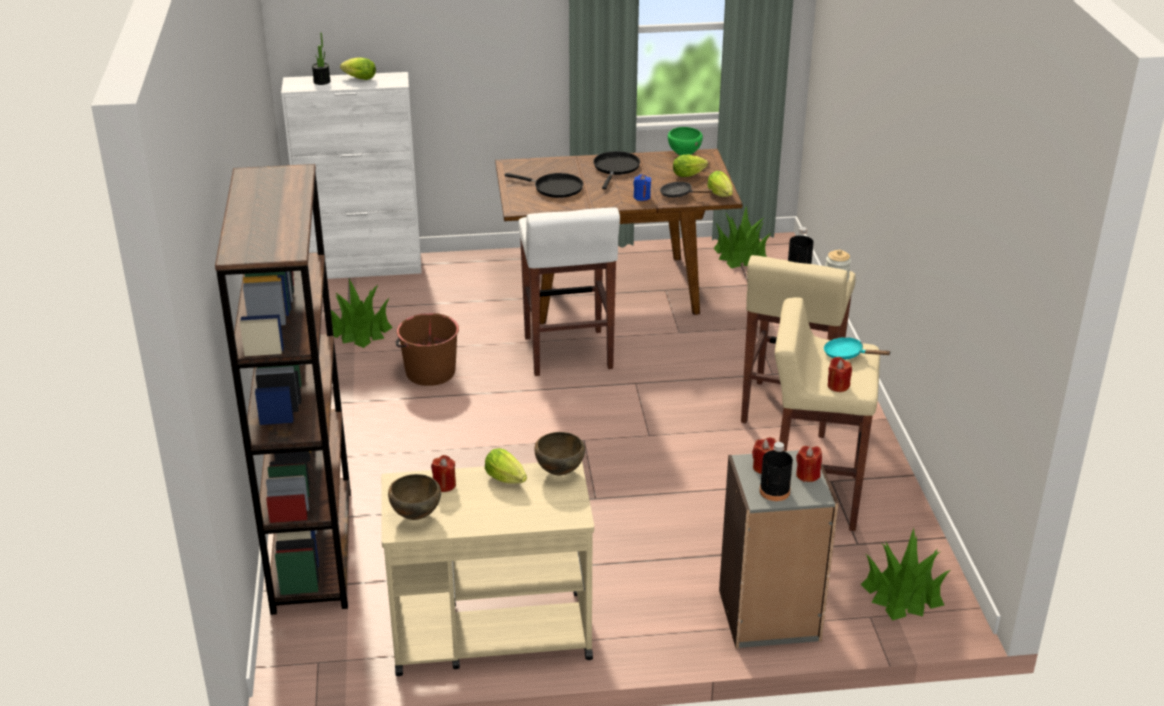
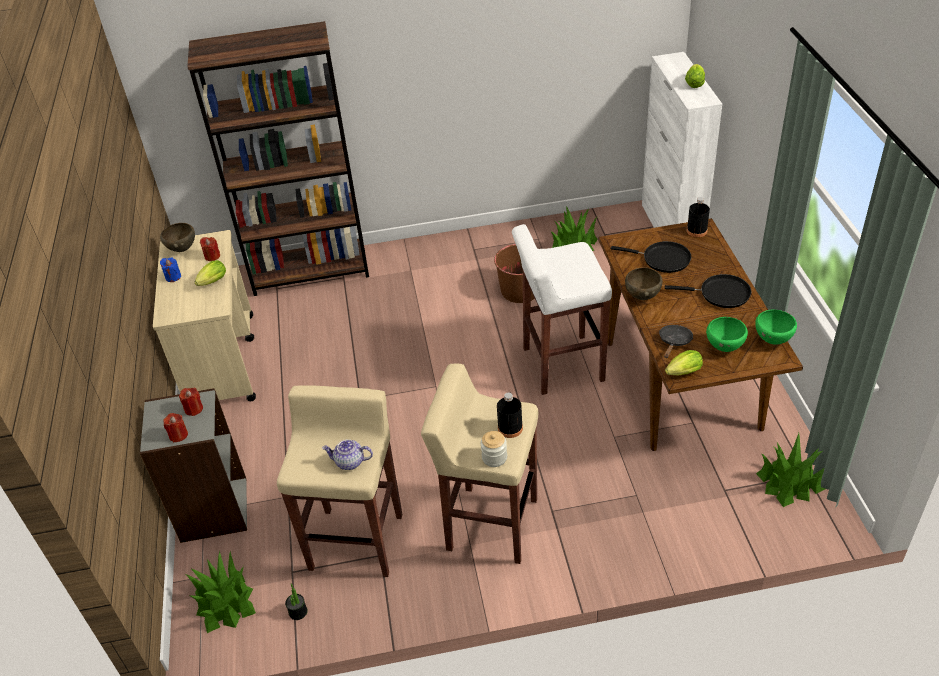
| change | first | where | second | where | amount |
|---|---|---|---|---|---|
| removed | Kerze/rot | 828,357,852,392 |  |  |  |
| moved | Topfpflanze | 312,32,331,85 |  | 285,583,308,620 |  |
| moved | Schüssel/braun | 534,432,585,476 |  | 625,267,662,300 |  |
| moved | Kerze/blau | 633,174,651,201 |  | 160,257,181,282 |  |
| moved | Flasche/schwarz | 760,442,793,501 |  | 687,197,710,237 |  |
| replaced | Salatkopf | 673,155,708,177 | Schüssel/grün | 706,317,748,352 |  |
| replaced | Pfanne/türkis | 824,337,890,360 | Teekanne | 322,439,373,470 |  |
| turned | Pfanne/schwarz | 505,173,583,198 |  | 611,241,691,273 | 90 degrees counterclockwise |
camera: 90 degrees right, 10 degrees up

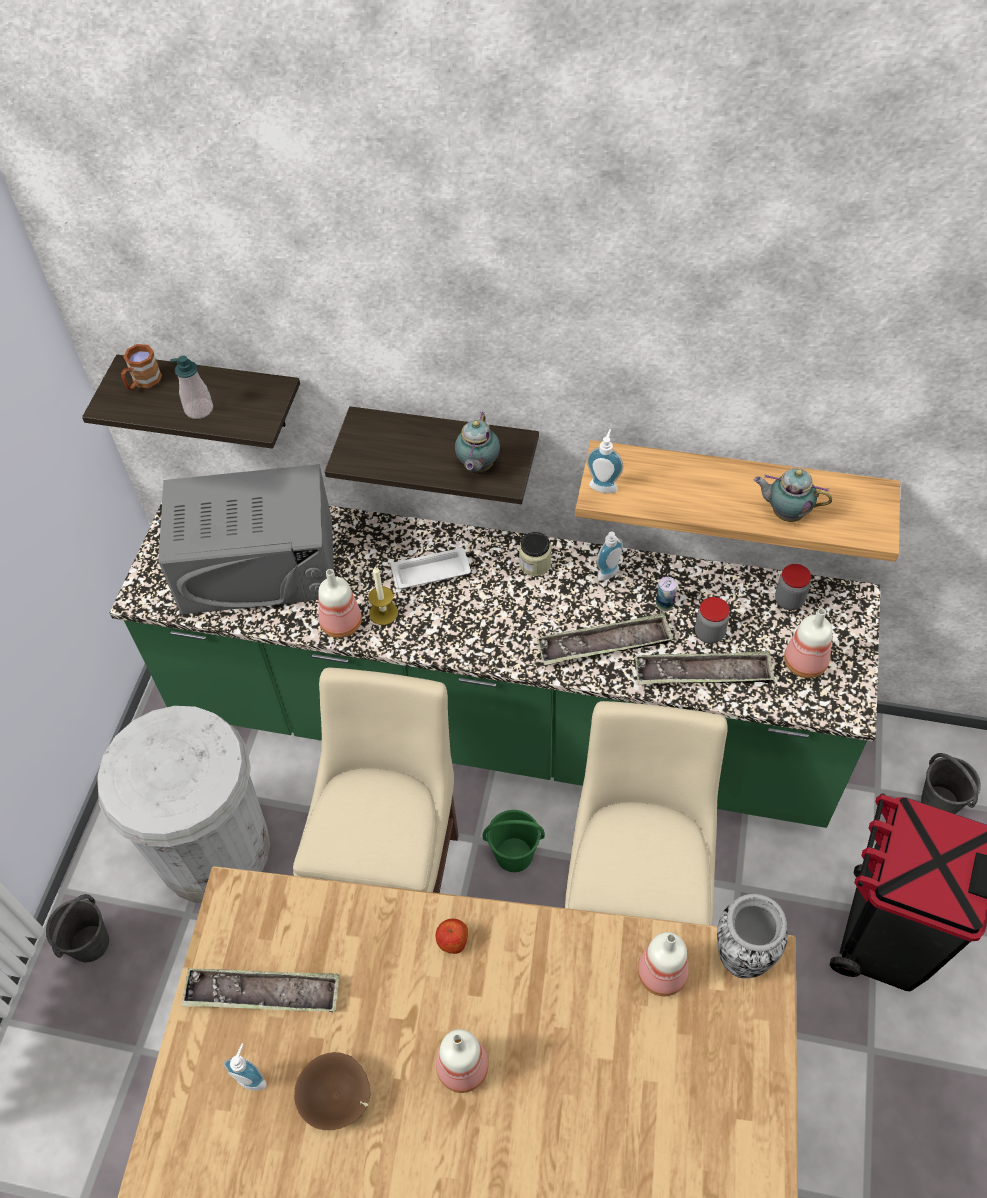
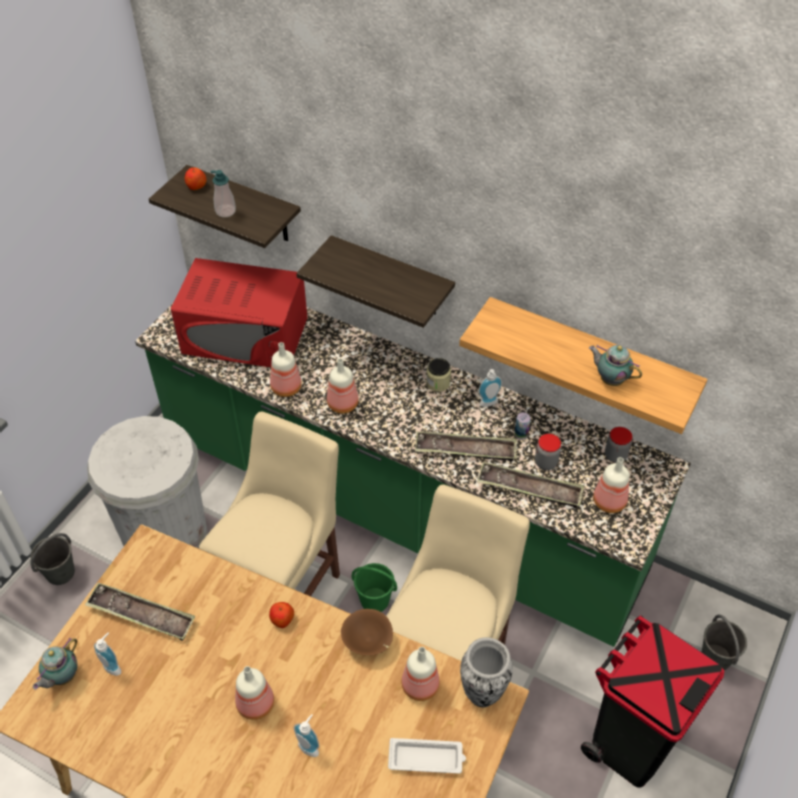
| change | first | where | second | where | amount |
|---|---|---|---|---|---|
| removed | Kerze | 368,566,398,625 |  |  |  |
| added |  |  | Flasche | 327,358,359,414 |  |
| moved | Schüssel/braun | 294,1052,371,1130 |  | 341,609,393,655 |  |
| moved | Tablett/weiß | 390,548,472,589 |  | 388,738,466,774 |  |
| moved | Teekanne | 455,411,500,473 |  | 33,638,78,690 |  |
| moved | Seifenspender | 586,429,624,493 |  | 294,714,320,757 |  |
| replaced | Henkelbecher/braun | 121,344,162,390 | Apfel | 185,167,207,190 |  |
| recoloured | Mikrowelle/grau | 158,464,334,614 | Mikrowelle/rot | 171,258,307,367 |  |
camera: 15 degrees right, 5 degrees down

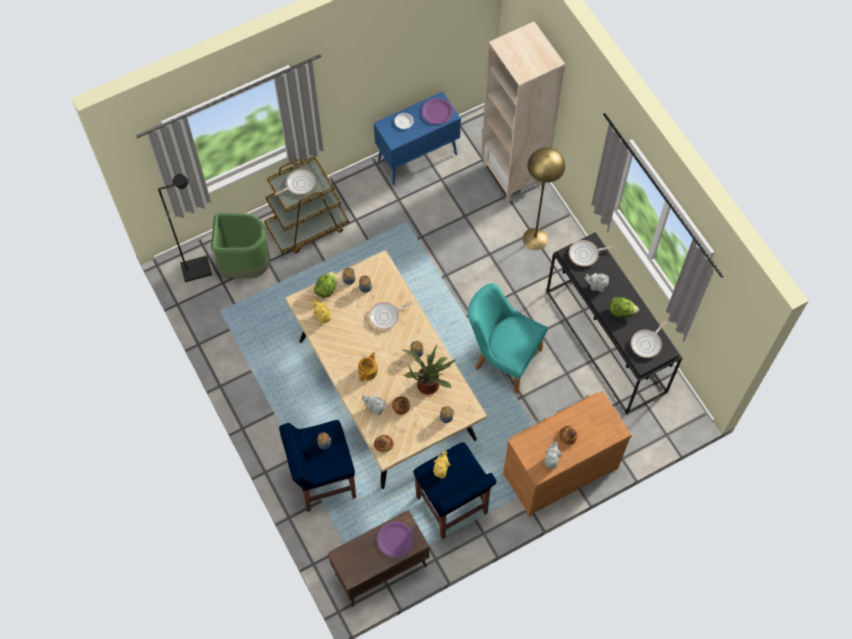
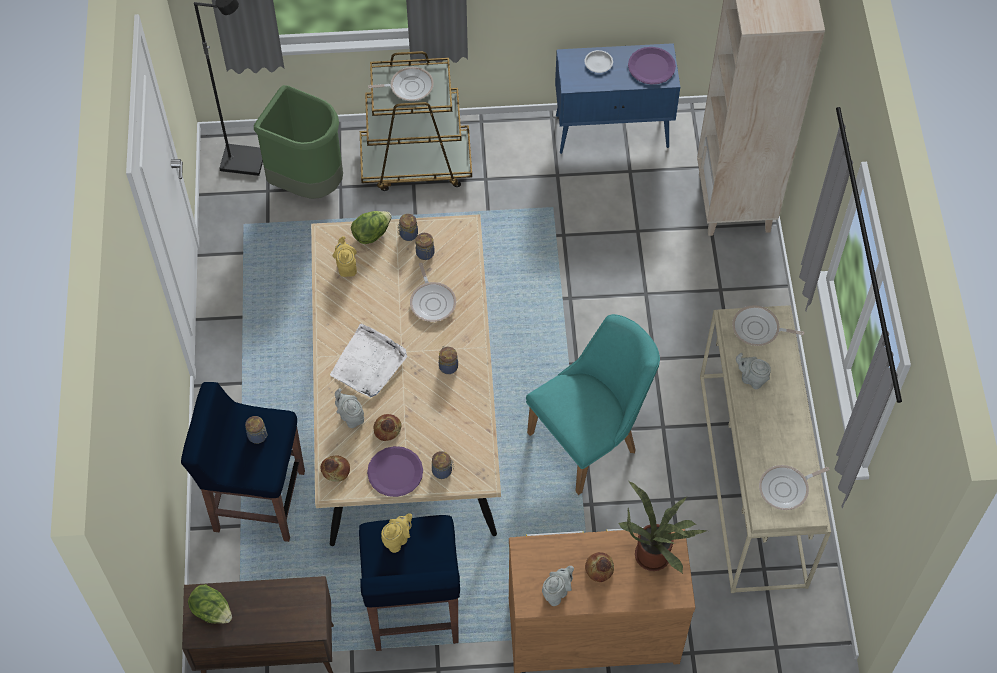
| change | first | where | second | where | amount |
|---|---|---|---|---|---|
| removed | Stehlampe/gelb | 523,147,565,250 |  |  |  |
| moved | Teller/lila | 377,521,414,557 |  | 367,446,423,497 |  |
| moved | Topfpflanze | 401,345,457,395 |  | 619,480,707,574 |  |
| moved | Salatkopf | 609,297,639,317 |  | 188,584,232,623 |  |
| replaced | Teekanne | 358,352,378,381 | Tablett/weiß | 330,324,407,397 |  |
| recoloured | Konsolentisch/schwarz | 546,232,682,415 | Konsolentisch/beige | 700,305,831,593 |  |
| turned | Pfanne | 369,302,412,329 |  | 410,263,456,322 | 105 degrees counterclockwise |
| turned | Stuhl/türkis | 468,283,548,394 |  | 526,314,660,495 | 90 degrees clockwise |
camera: 25 degrees right, 5 degrees down

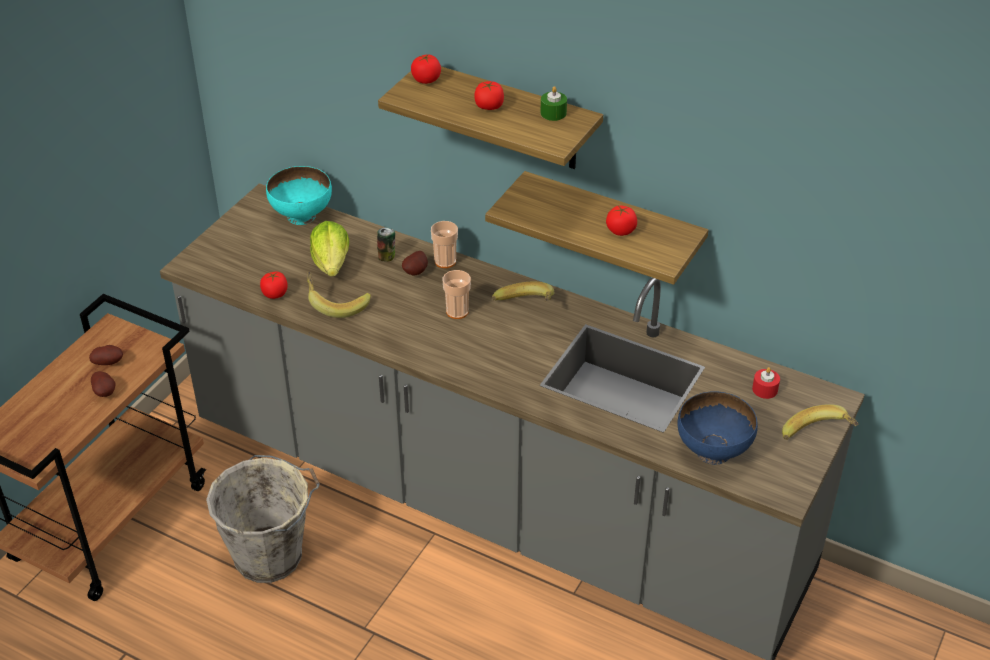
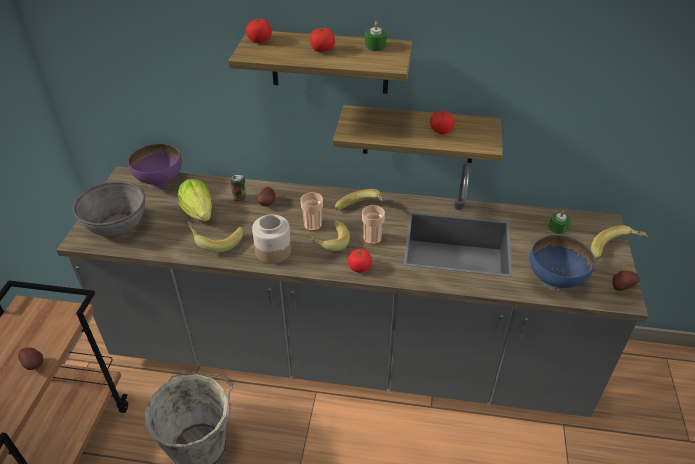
| change | first | where | second | where | amount |
|---|---|---|---|---|---|
| added |  |  | Schüssel/grau | 73,181,145,237 |  |
| added |  |  | Vorratsglas | 252,214,291,264 |  |
| added |  |  | Banane | 306,220,350,251 |  |
| moved | Kartoffel | 89,345,123,365 |  | 612,271,640,291 |  |
| moved | Tomate | 260,272,287,299 |  | 348,249,372,273 |  |
| moved | Tasse | 431,221,458,268 |  | 362,205,385,245 |  |
| recoloured | Schüssel/türkis | 266,166,332,225 | Schüssel/lila | 128,143,182,190 |  |
| recoloured | Kerze/rot | 752,367,780,399 | Kerze/grün | 548,210,571,234 |  |
camera: 20 degrees left, 0 degrees up

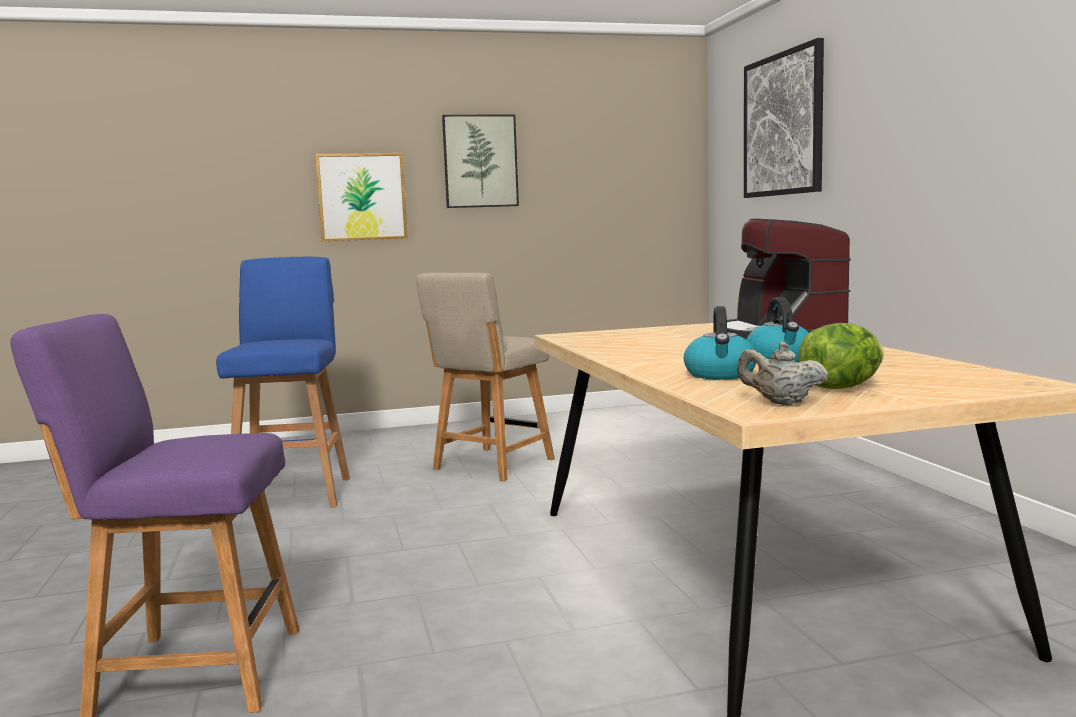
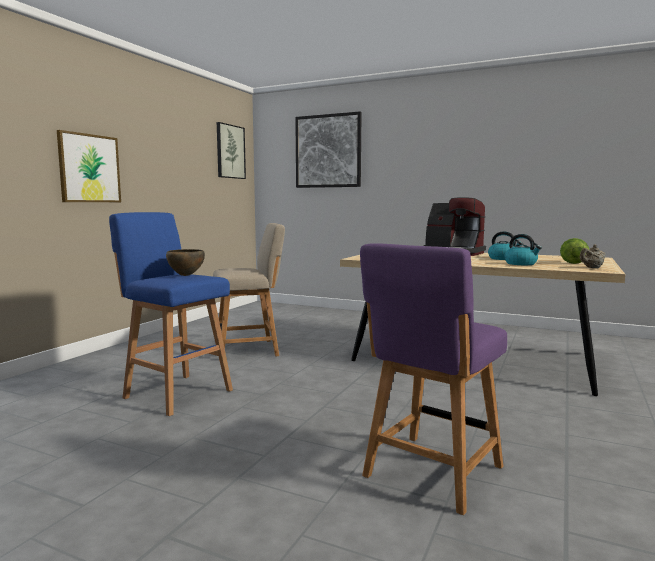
| change | first | where | second | where | amount |
|---|---|---|---|---|---|
| added |  |  | Schüssel/braun | 166,249,205,276 |  |
| moved | Bild | 442,115,519,208 |  | 217,122,246,179 |  |
| turned | Stuhl/beige | 416,273,555,481 |  | 213,223,285,356 | 90 degrees counterclockwise |
camera: 50 degrees left, 0 degrees up

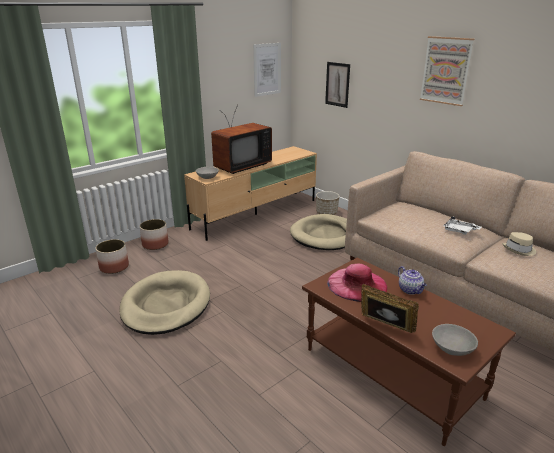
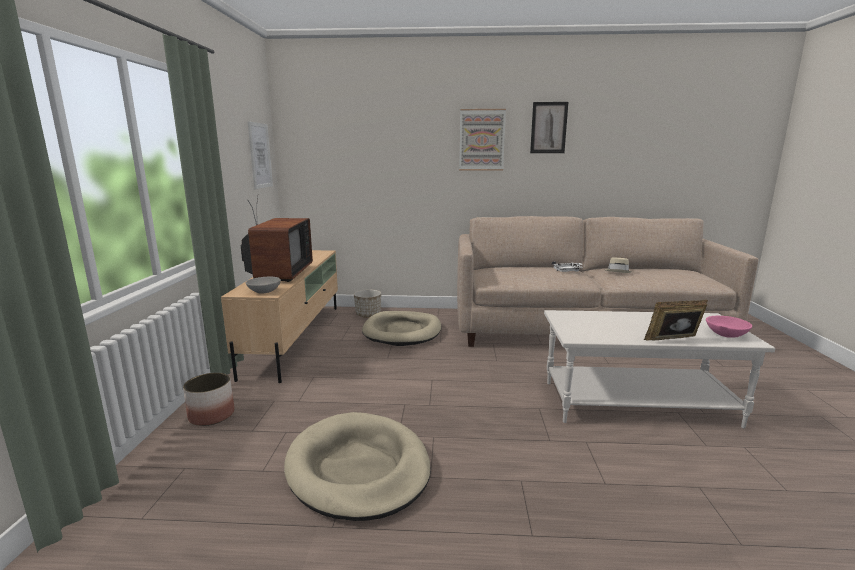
| change | first | where | second | where | amount |
|---|---|---|---|---|---|
| removed | Pflanzkübel | 96,239,129,274 |  |  |  |
| removed | Hut/rosa | 327,263,387,302 |  |  |  |
| removed | Teekanne | 398,266,427,295 |  |  |  |
| moved | Bild | 325,62,350,108 |  | 530,102,568,153 |  |
| recoloured | Couchtisch/braun | 302,258,516,446 | Couchtisch/weiß | 544,310,775,429 |  |
| recoloured | Schüssel/grau | 432,324,478,356 | Schüssel/rosa | 706,316,752,338 |  |
camera: 45 degrees left, 10 degrees down

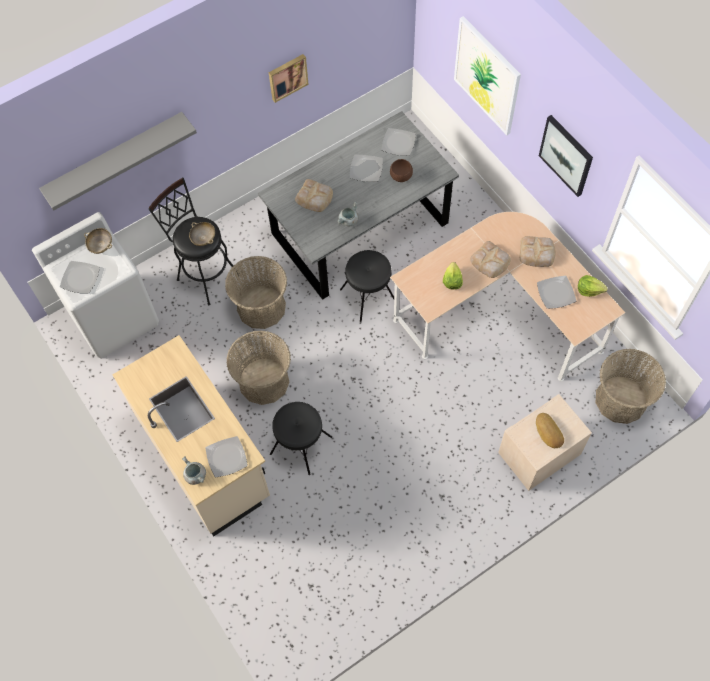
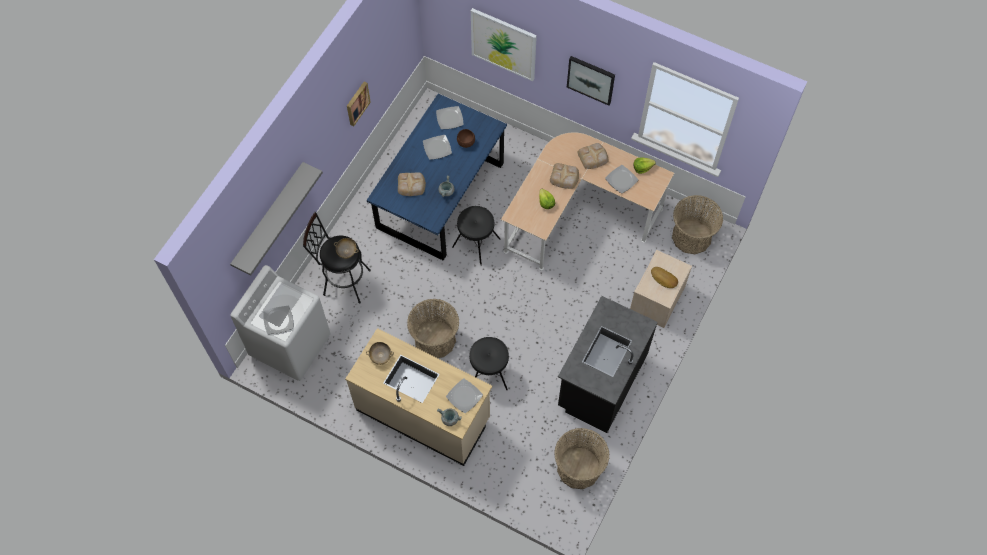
| change | first | where | second | where | amount |
|---|---|---|---|---|---|
| added |  |  | Küchenzeile/schwarz | 558,296,658,433 |  |
| moved | Schüssel/beige | 84,228,112,254 |  | 366,342,394,365 |  |
| moved | Korb | 225,256,287,329 |  | 554,428,609,489 |  |
| recoloured | Esstisch/grau | 258,111,459,300 | Esstisch/blau | 367,94,507,261 |  |
camera: 30 degrees left, 0 degrees up

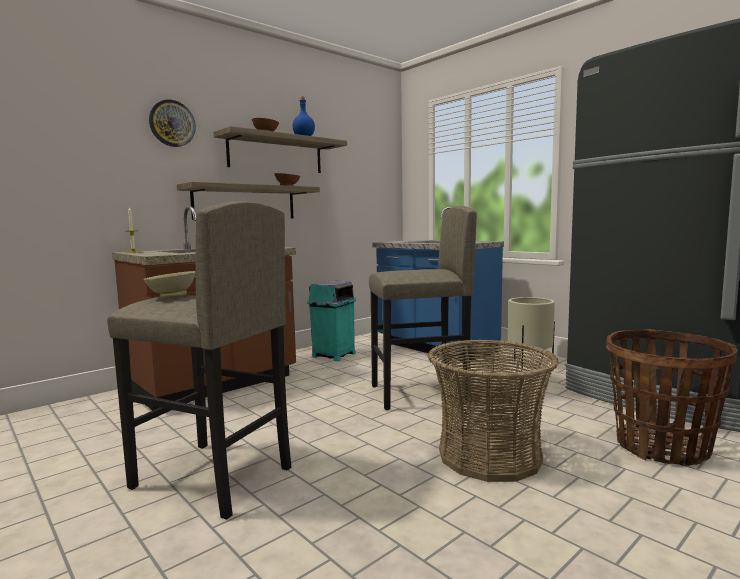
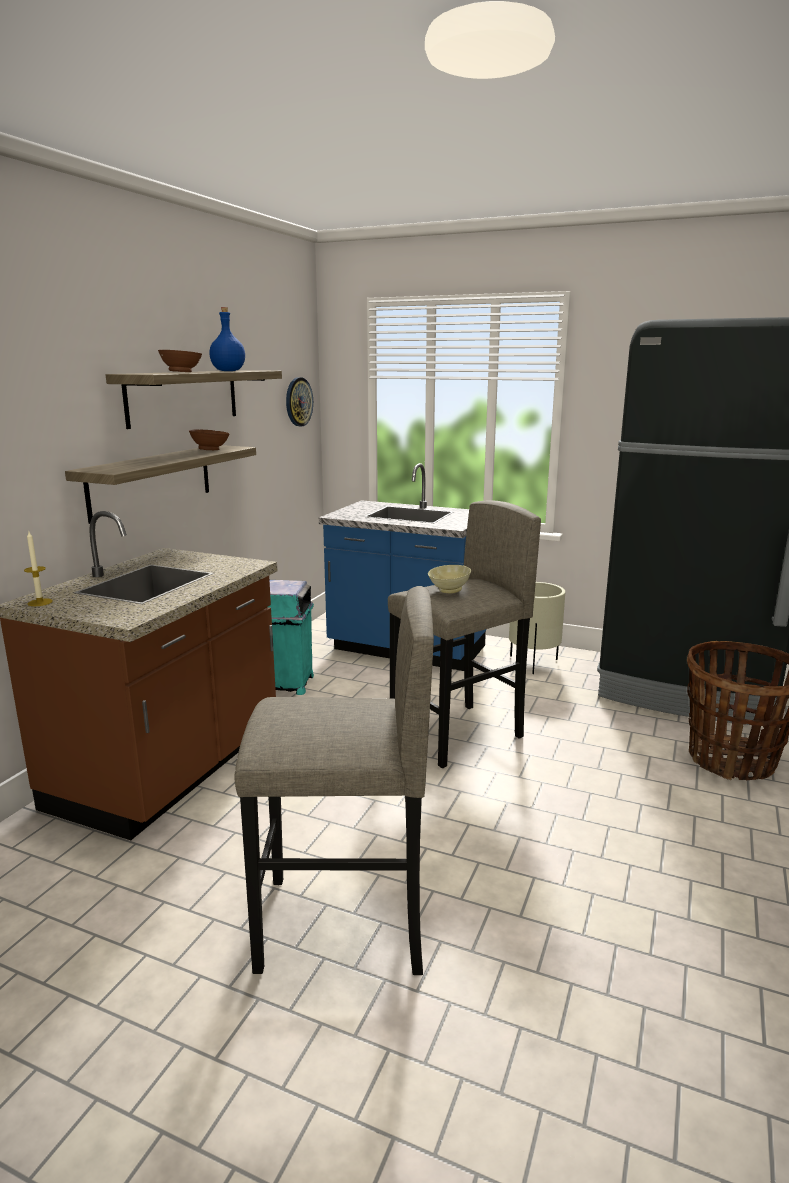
| change | first | where | second | where | amount |
|---|---|---|---|---|---|
| removed | Korb | 428,340,559,482 |  |  |  |
| moved | Schüssel/beige | 144,271,196,298 |  | 428,565,471,593 |  |
| moved | Wanduhr | 149,99,196,147 |  | 286,377,313,426 |  |
camera: 25 degrees left, 10 degrees up

